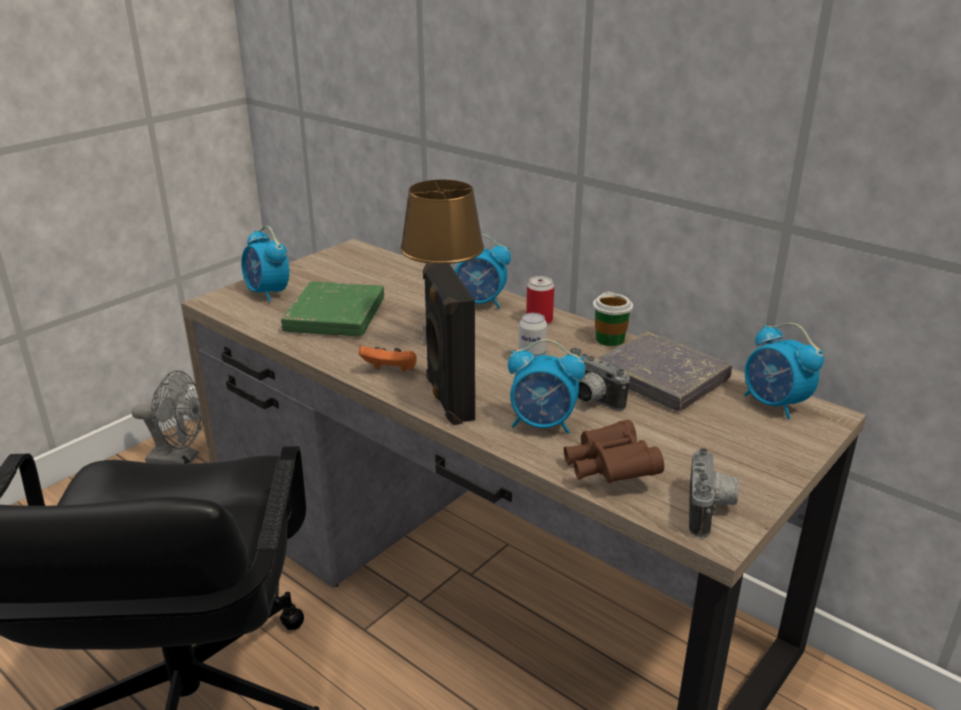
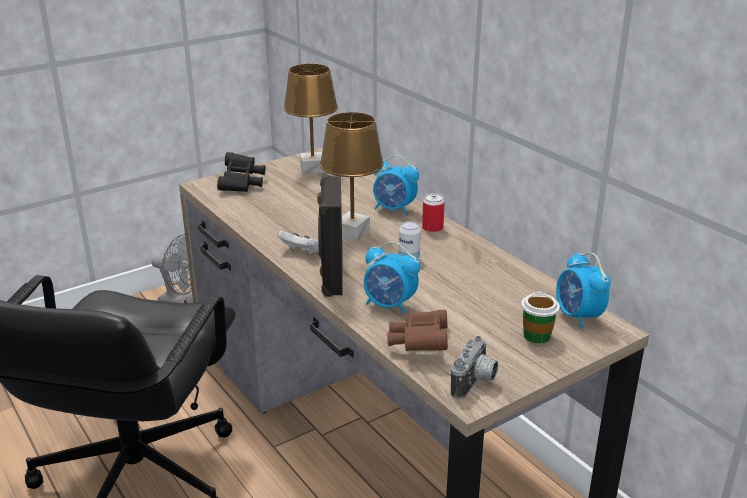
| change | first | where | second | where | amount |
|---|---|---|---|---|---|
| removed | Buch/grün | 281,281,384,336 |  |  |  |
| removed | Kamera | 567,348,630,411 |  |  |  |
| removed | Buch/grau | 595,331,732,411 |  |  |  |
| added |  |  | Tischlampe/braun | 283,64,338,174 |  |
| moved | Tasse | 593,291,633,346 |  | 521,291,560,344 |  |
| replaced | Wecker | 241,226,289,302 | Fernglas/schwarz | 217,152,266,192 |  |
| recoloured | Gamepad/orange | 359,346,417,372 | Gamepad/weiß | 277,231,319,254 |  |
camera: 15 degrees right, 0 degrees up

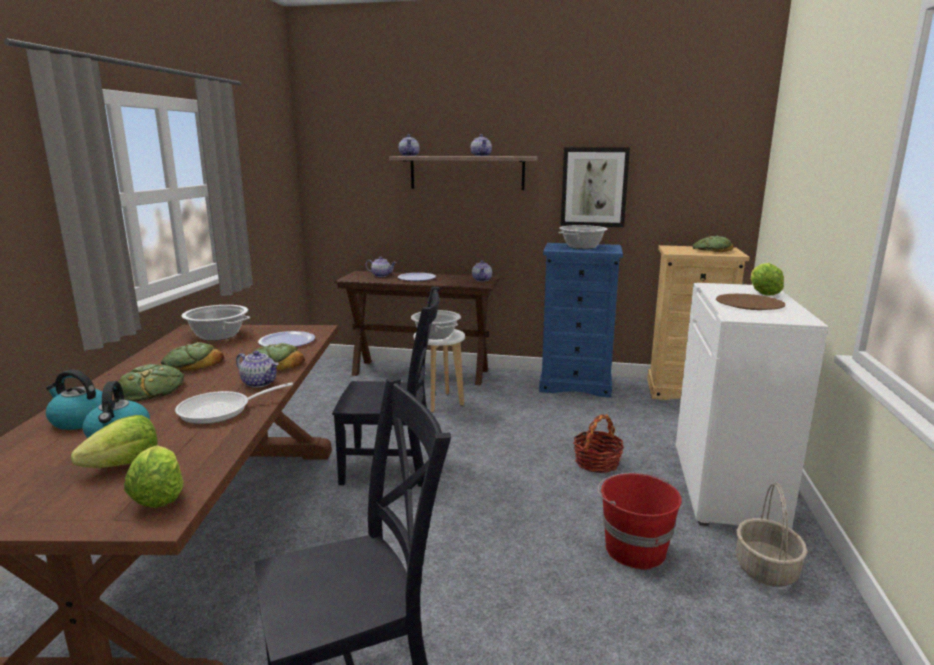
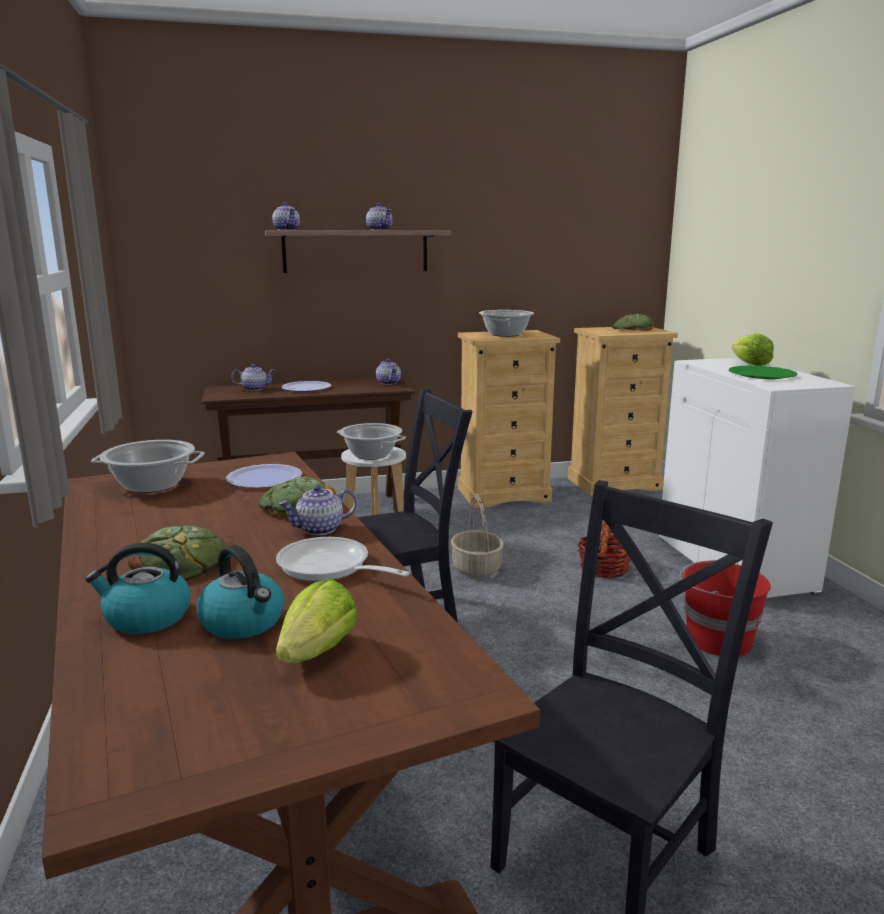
| change | first | where | second | where | amount |
|---|---|---|---|---|---|
| removed | Salatkopf | 124,445,184,508 |  |  |  |
| removed | Brot | 161,342,224,372 |  |  |  |
| removed | Bild | 561,148,630,227 |  |  |  |
| moved | Korb | 736,483,808,587 |  | 451,494,504,578 |  |
| recoloured | Kommode/blau | 539,243,623,398 | Kommode/beige | 458,330,560,508 |  |
| recoloured | Teller/braun | 716,294,785,310 | Teller/grün | 729,366,797,379 |  |
| turned | Pfanne | 175,382,293,424 |  | 276,537,410,582 | 90 degrees clockwise |
| turned | Teekanne | 236,351,279,388 |  | 279,485,357,535 | 150 degrees clockwise |
camera: 25 degrees left, 0 degrees up

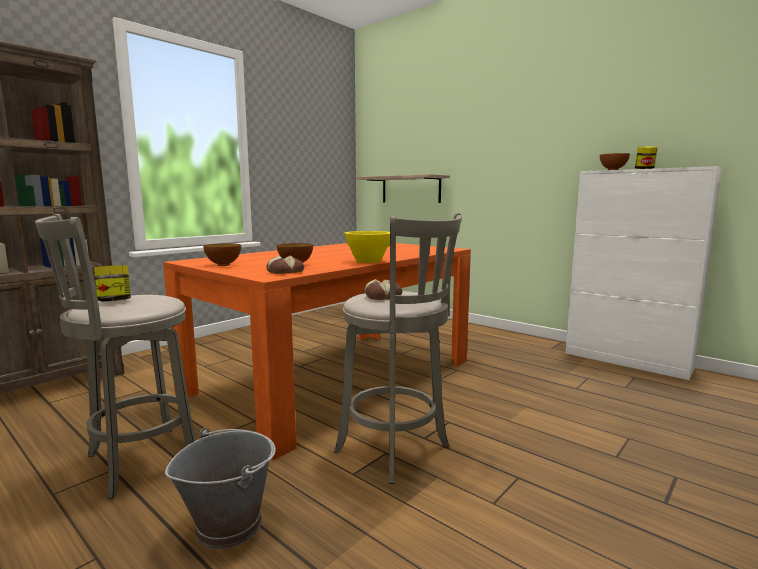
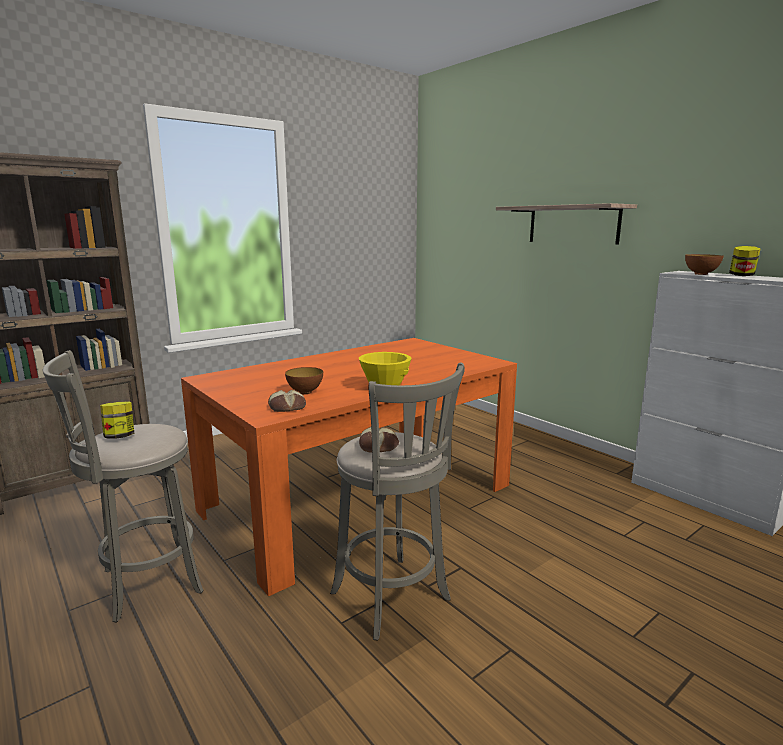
| change | first | where | second | where | amount |
|---|---|---|---|---|---|
| removed | Eimer/grau | 165,428,276,549 |  |  |  |
| removed | Schüssel | 203,243,241,266 |  |  |  |
| moved | Wandregal | 356,174,450,203 |  | 496,203,637,244 |  |
camera: 10 degrees right, 5 degrees up

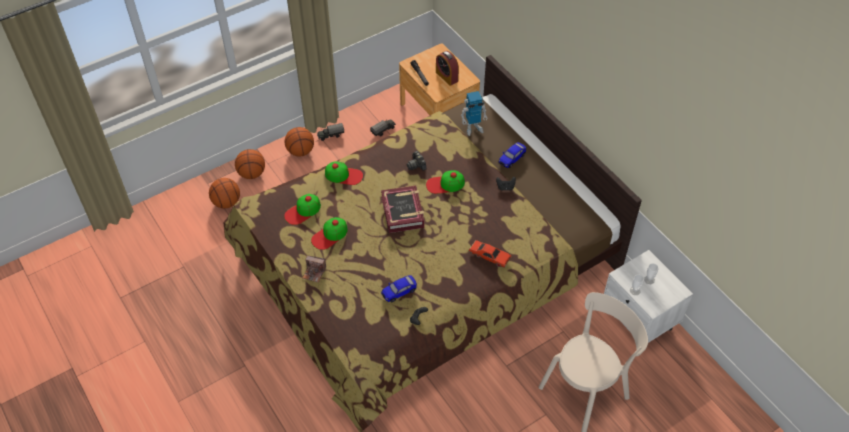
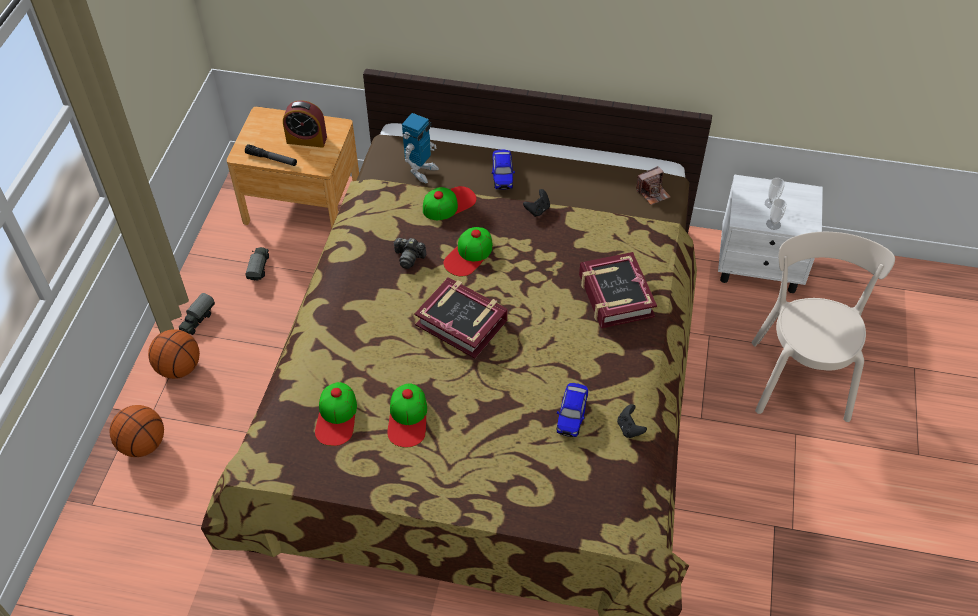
| change | first | where | second | where | amount |
|---|---|---|---|---|---|
| removed | Basketball | 209,178,240,209 |  |  |  |
| moved | Kamera | 303,255,326,283 |  | 636,166,670,205 |  |
| moved | Kappe | 325,162,363,185 |  | 423,186,477,220 |  |
| replaced | Spielzeugauto/rot | 469,240,512,267 | Buch | 579,252,657,328 |  |
camera: 45 degrees left, 0 degrees up

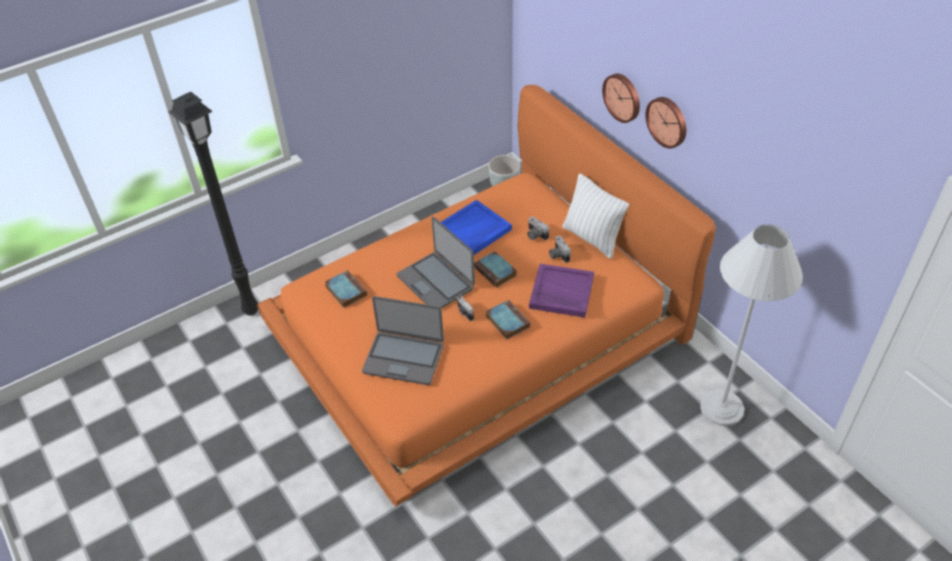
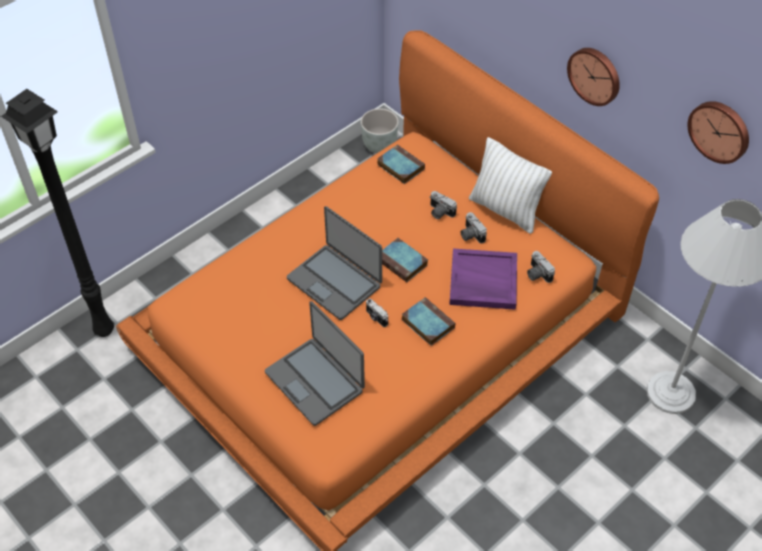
| change | first | where | second | where | amount |
|---|---|---|---|---|---|
| removed | Tablett/blau | 441,200,512,255 |  |  |  |
| added |  |  | Kamera | 527,251,555,283 |  |
| moved | Buch | 325,270,367,308 |  | 377,144,425,184 |  |
| moved | Wanduhr | 602,73,640,123 |  | 688,101,749,164 |  |
| turned | Laptop | 362,296,444,385 |  | 265,301,365,426 | 45 degrees clockwise |
camera: 10 degrees left, 5 degrees up

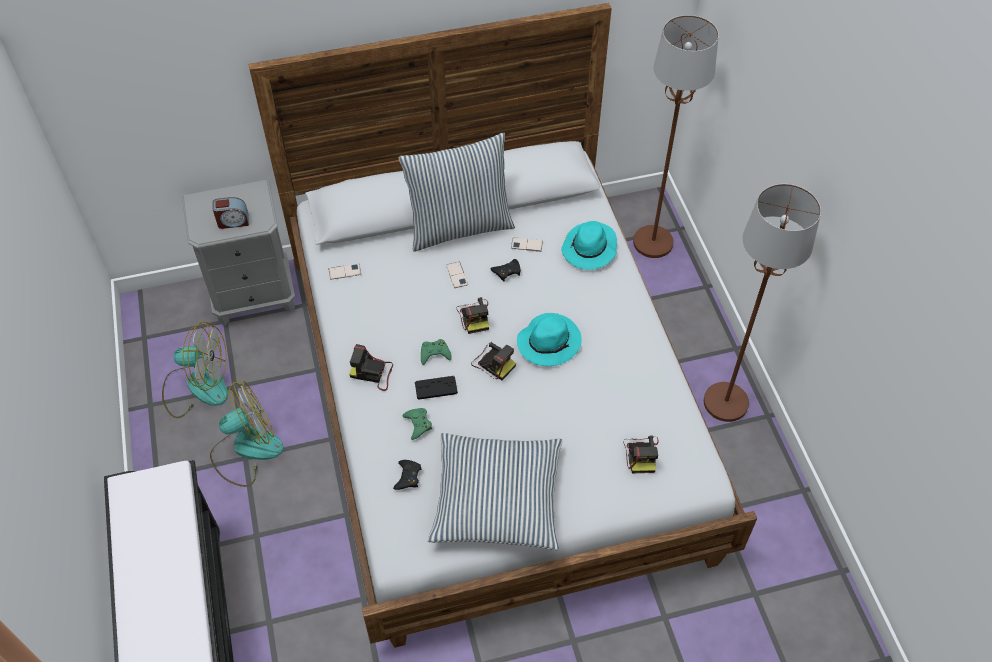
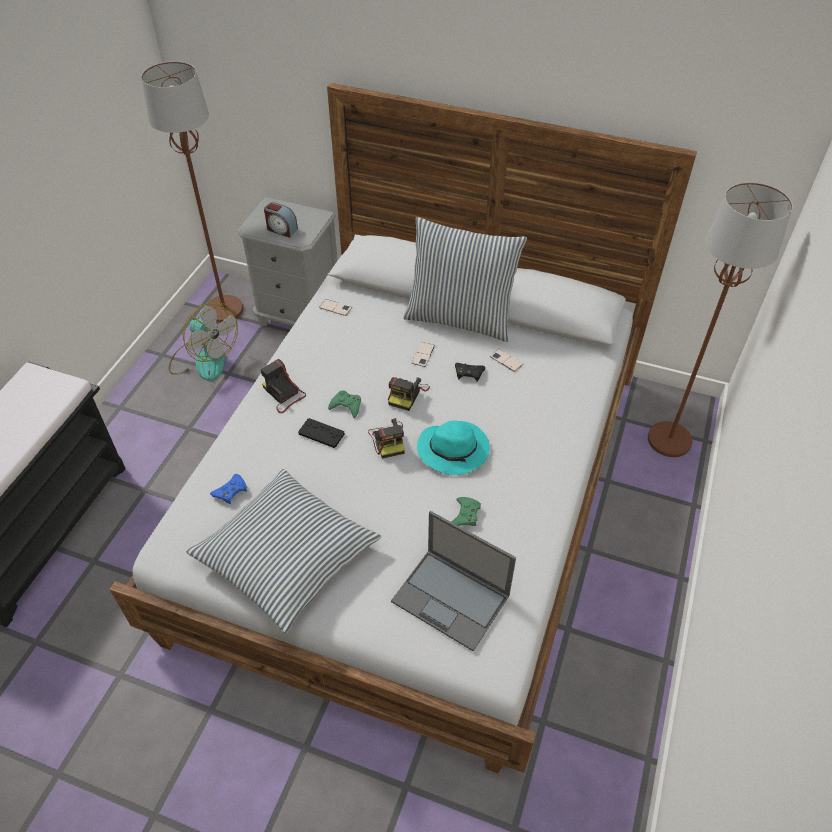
| change | first | where | second | where | amount |
|---|---|---|---|---|---|
| removed | Ventilator | 210,381,284,487 |  |  |  |
| removed | Hut/türkis | 561,221,617,270 |  |  |  |
| moved | Gamepad/grün | 402,408,432,440 |  | 452,497,481,526 |  |
| moved | Stehlampe/braun | 704,184,821,422 |  | 141,61,243,323 |  |
| replaced | Kamera | 623,436,659,473 | Laptop | 391,511,516,652 |  |
| recoloured | Gamepad/schwarz | 393,460,421,490 | Gamepad/blau | 210,474,247,504 |  |
camera: 35 degrees right, 5 degrees down

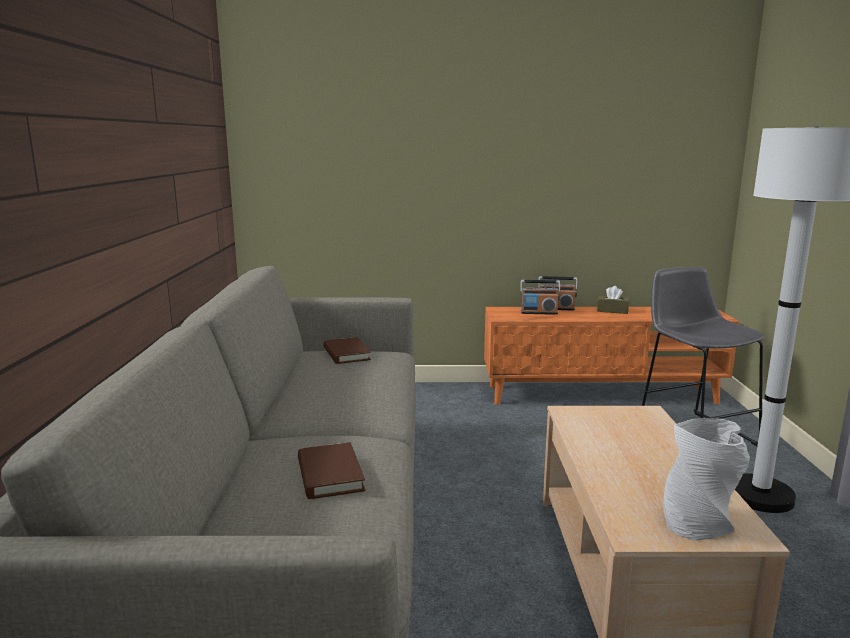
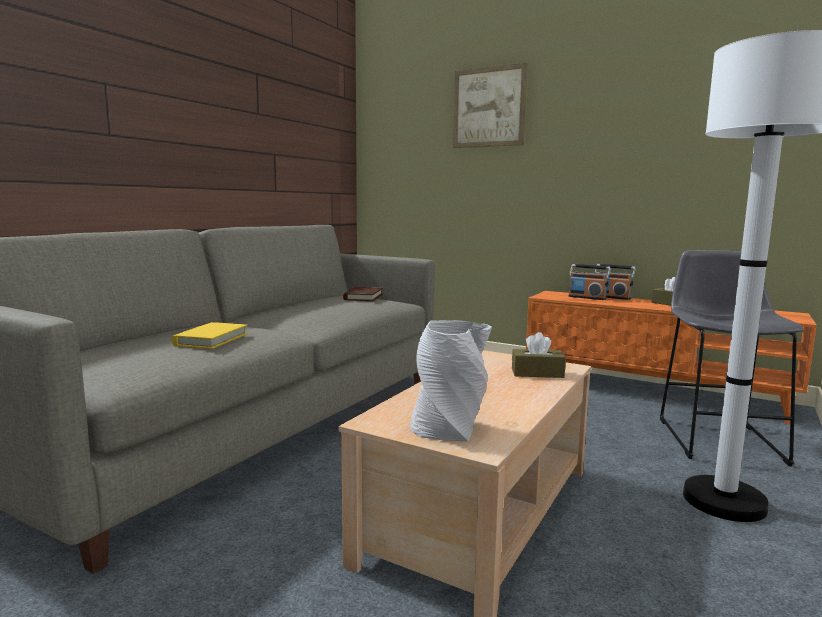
| change | first | where | second | where | amount |
|---|---|---|---|---|---|
| added |  |  | Bild | 453,63,528,148 |  |
| added |  |  | Taschentuchbox/braun | 512,332,566,378 |  |
| recoloured | Buch/braun | 298,442,365,499 | Buch/gelb | 172,322,248,349 |  |
camera: 30 degrees right, 5 degrees down

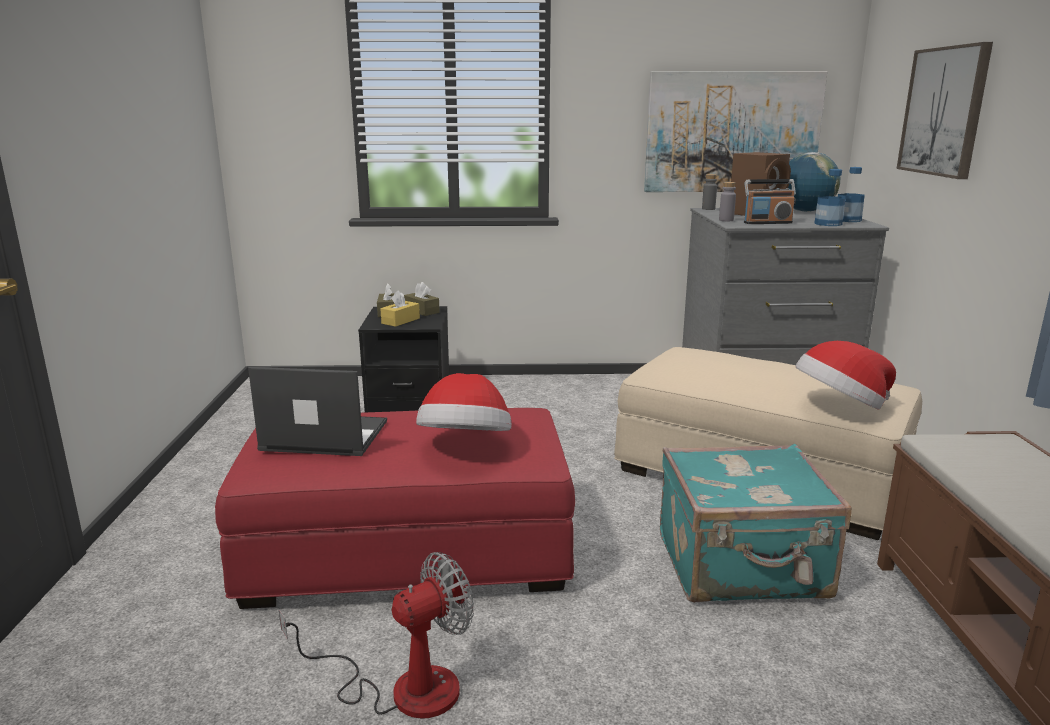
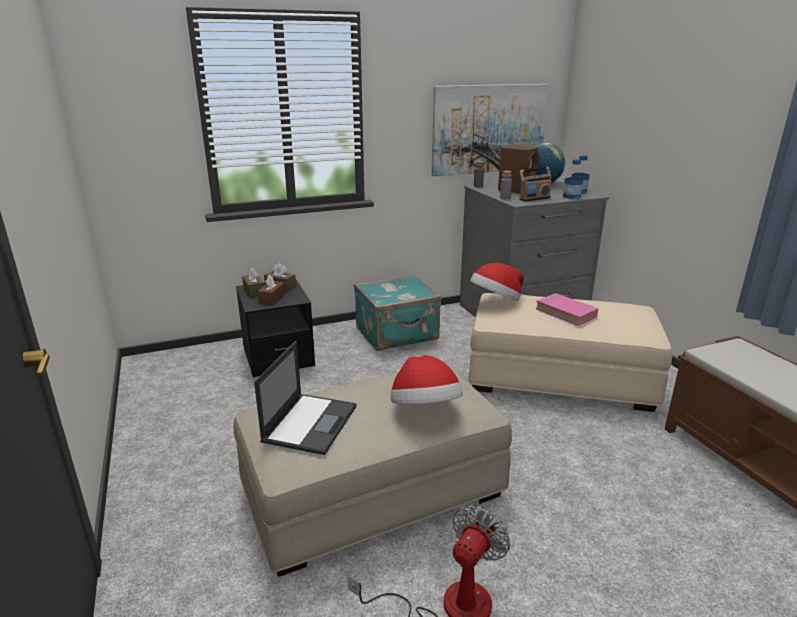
| change | first | where | second | where | amount |
|---|---|---|---|---|---|
| removed | Bild | 896,42,993,179 |  |  |  |
| added |  |  | Buch/rosa | 536,293,598,326 |  |
| moved | Koffer/türkis | 660,444,852,603 |  | 354,275,441,351 |  |
| moved | Hut | 795,341,896,410 |  | 470,263,524,301 |  |
| recoloured | Polsterhocker/rot | 215,408,575,609 | Polsterhocker/beige | 233,367,512,577 |  |
| recoloured | Taschentuchbox/gelb | 380,290,420,327 | Taschentuchbox/braun | 257,275,285,305 |  |
| turned | Laptop | 248,367,387,456 |  | 254,341,356,455 | 120 degrees clockwise |
camera: 20 degrees left, 5 degrees up

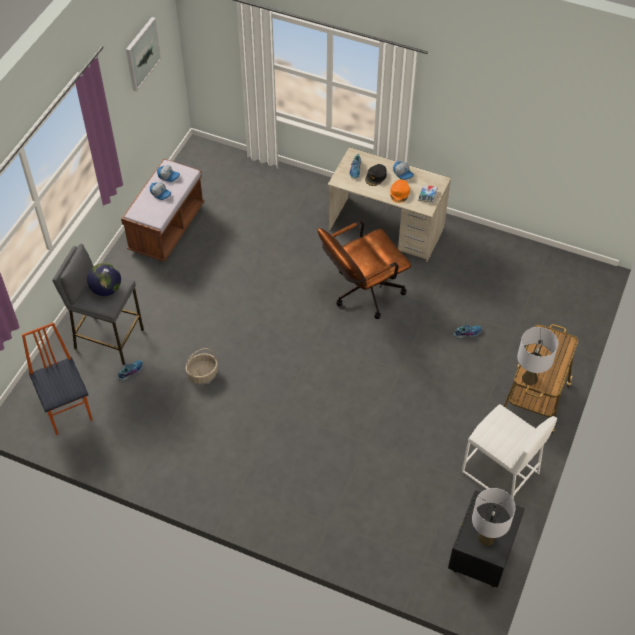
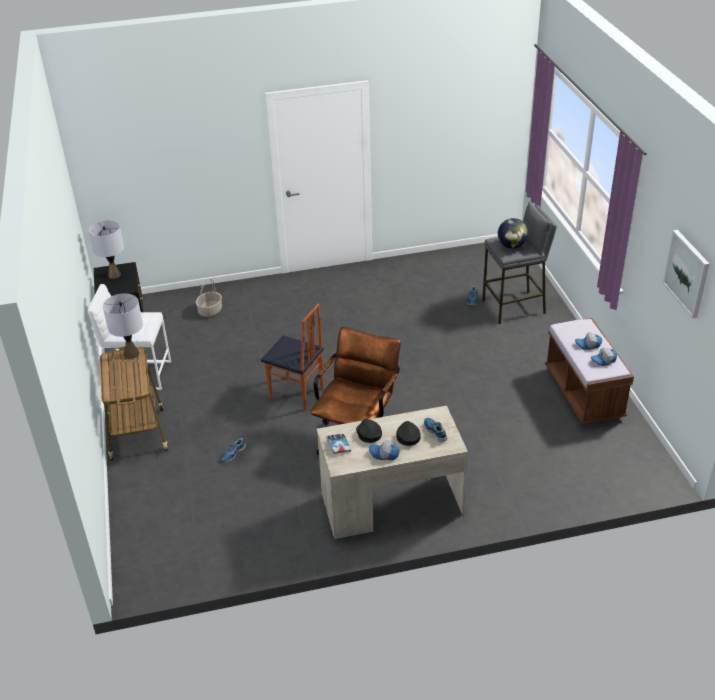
| change | first | where | second | where | amount |
|---|---|---|---|---|---|
| moved | Stuhl | 22,322,93,435 |  | 261,304,324,410 |  |
| moved | Korb | 186,348,218,384 |  | 195,278,222,317 |  |
| recoloured | Kappe/orange | 390,180,410,203 | Kappe/schwarz | 356,419,382,443 |  |
camera: 145 degrees right, 15 degrees down

